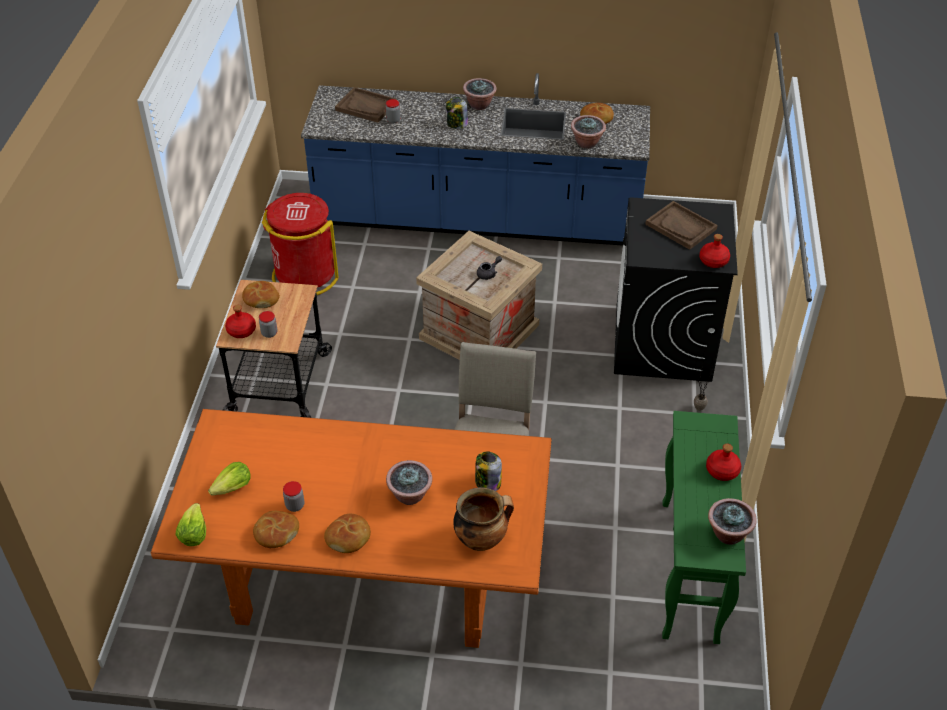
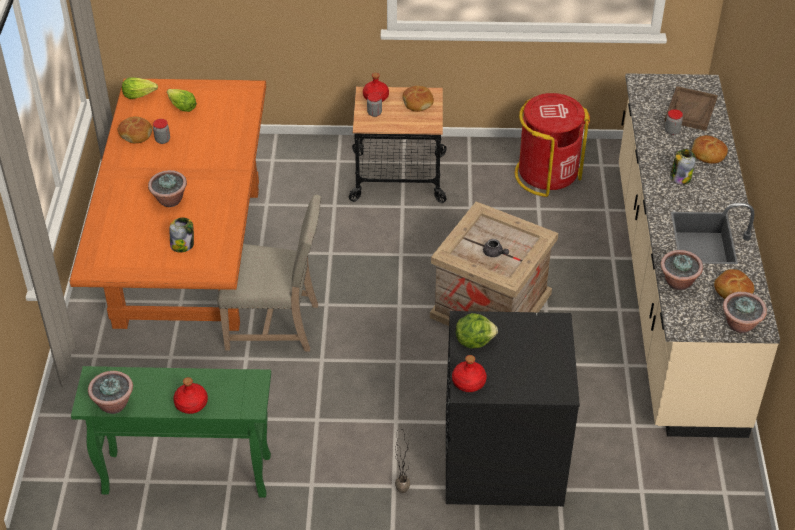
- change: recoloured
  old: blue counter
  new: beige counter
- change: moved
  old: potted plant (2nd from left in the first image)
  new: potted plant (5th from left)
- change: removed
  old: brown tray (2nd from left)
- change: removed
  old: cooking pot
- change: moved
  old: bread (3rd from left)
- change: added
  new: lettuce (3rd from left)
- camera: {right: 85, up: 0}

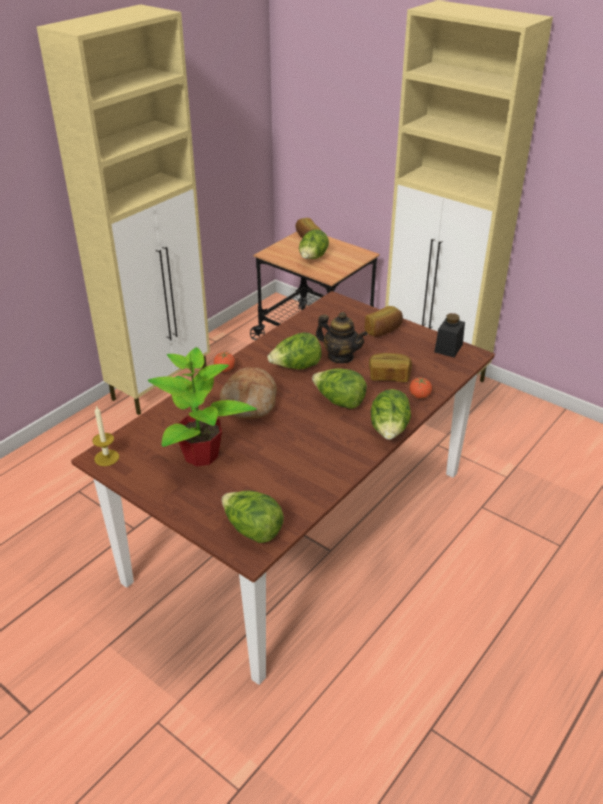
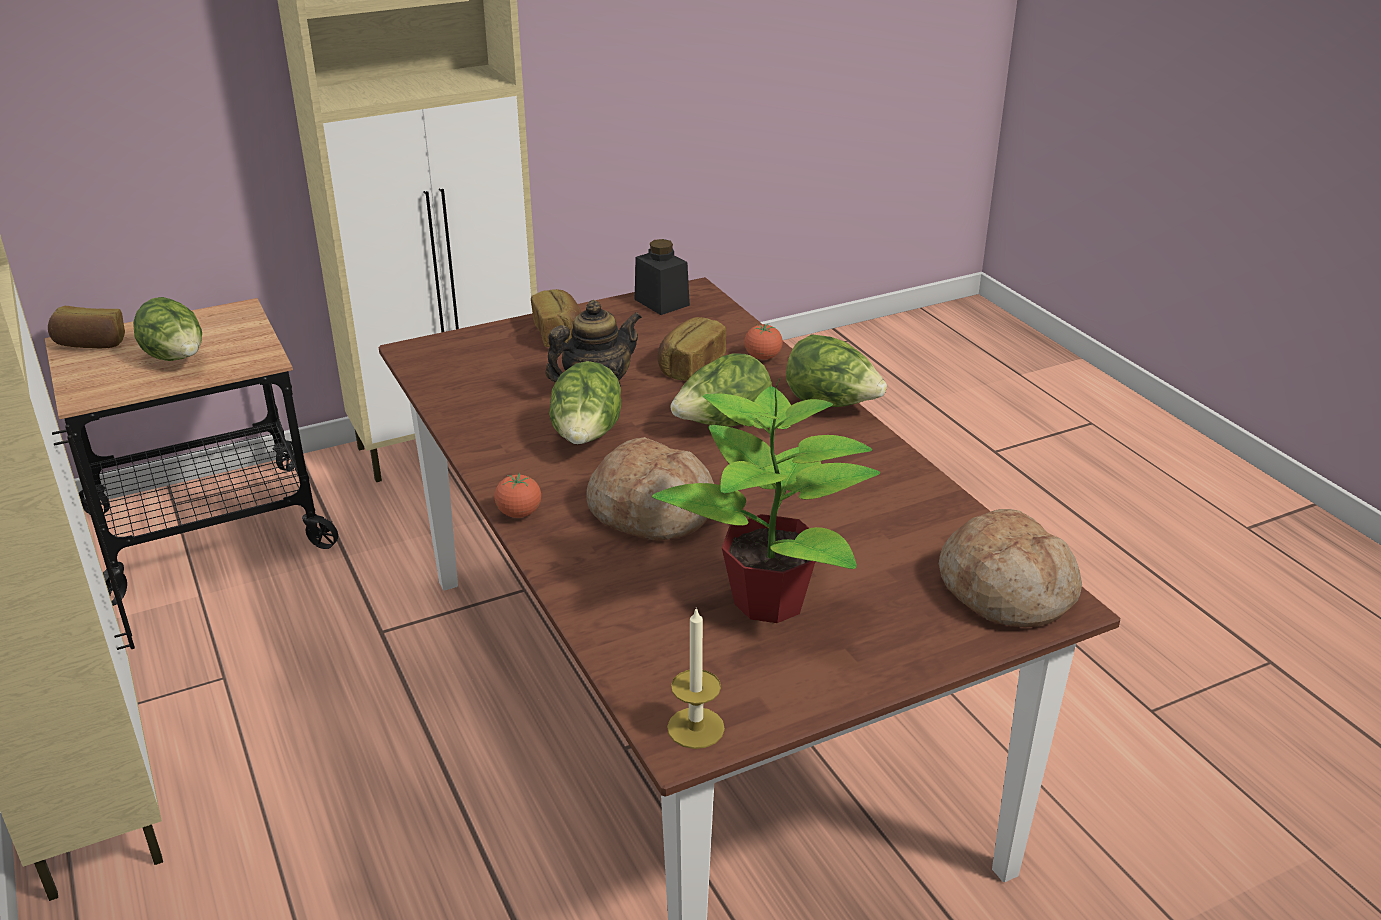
- change: replaced
  old: lettuce (1st from left)
  new: bread (5th from left)
- camera: {right: -65, up: -5}

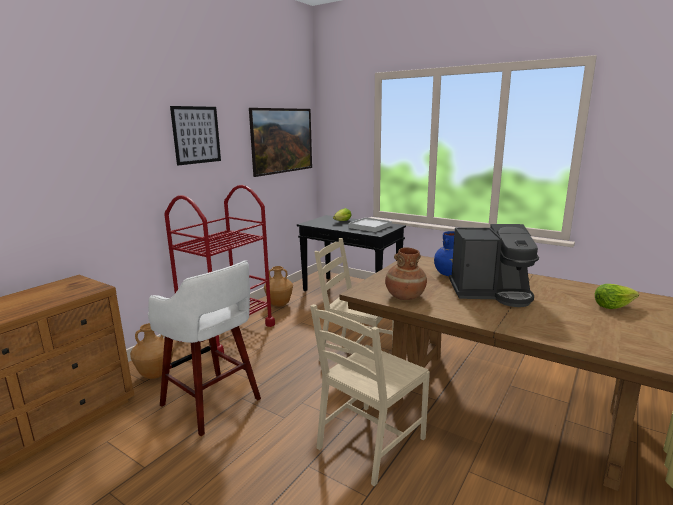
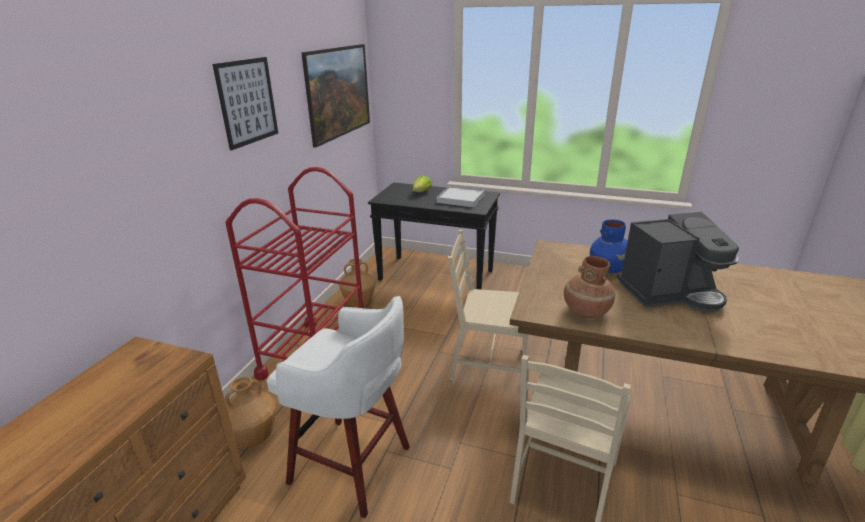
- change: removed
  old: lettuce (2nd from left)
- camera: {right: -15, up: 10}

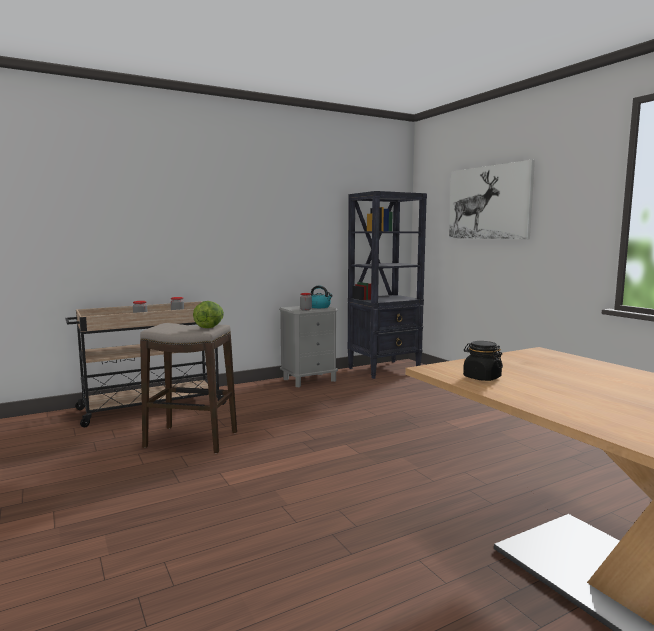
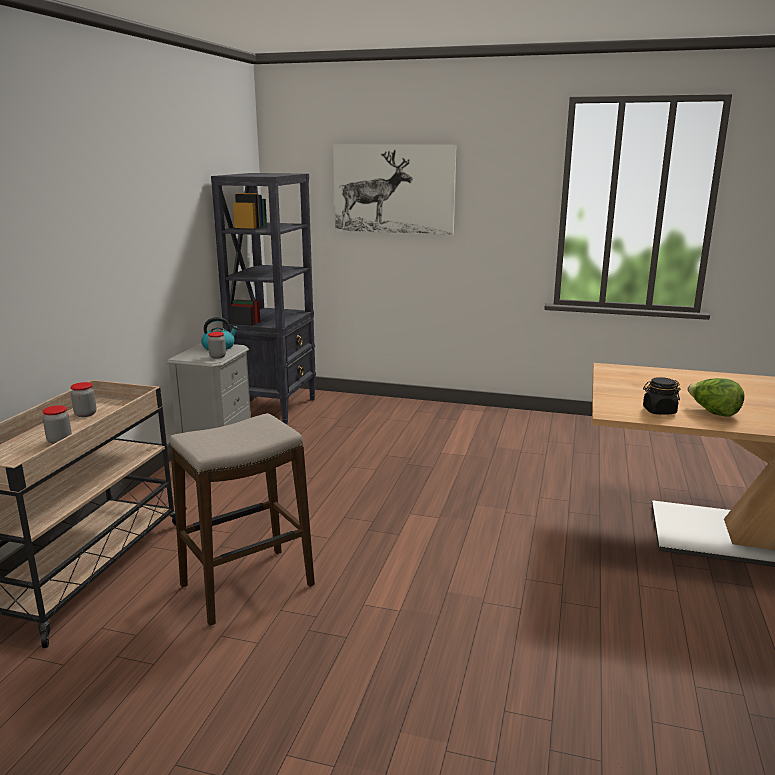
- change: moved
  old: lettuce
- camera: {right: -45, up: 10}

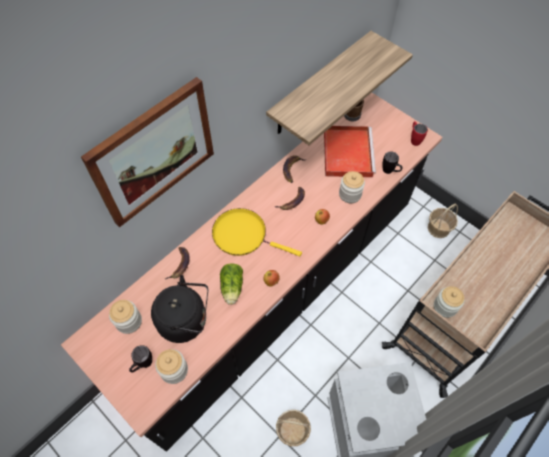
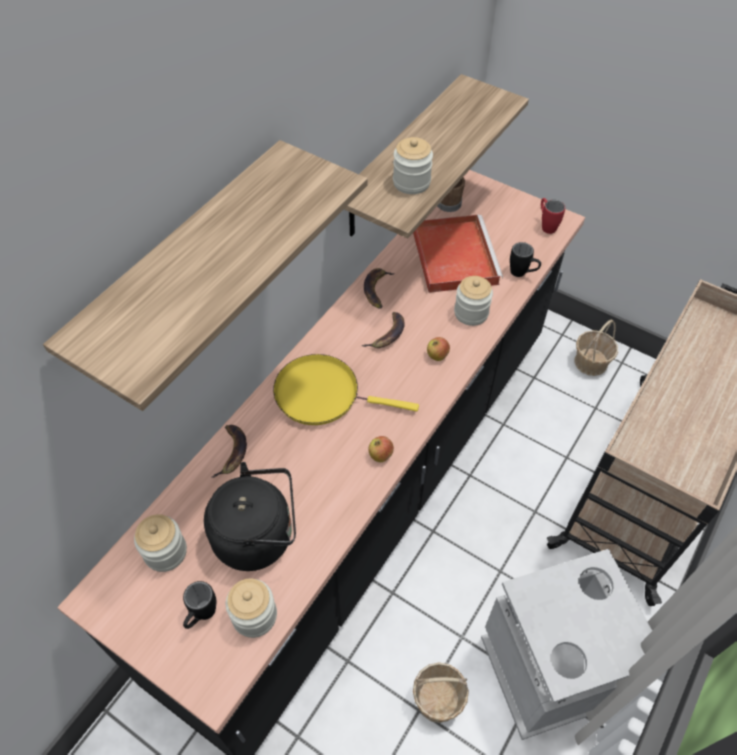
- change: replaced
  old: picture
  new: shelf (1st from left)
- change: removed
  old: lettuce
- change: moved
  old: jar (4th from left in the first image)
  new: jar (3rd from left)
- camera: {right: -10, up: -5}

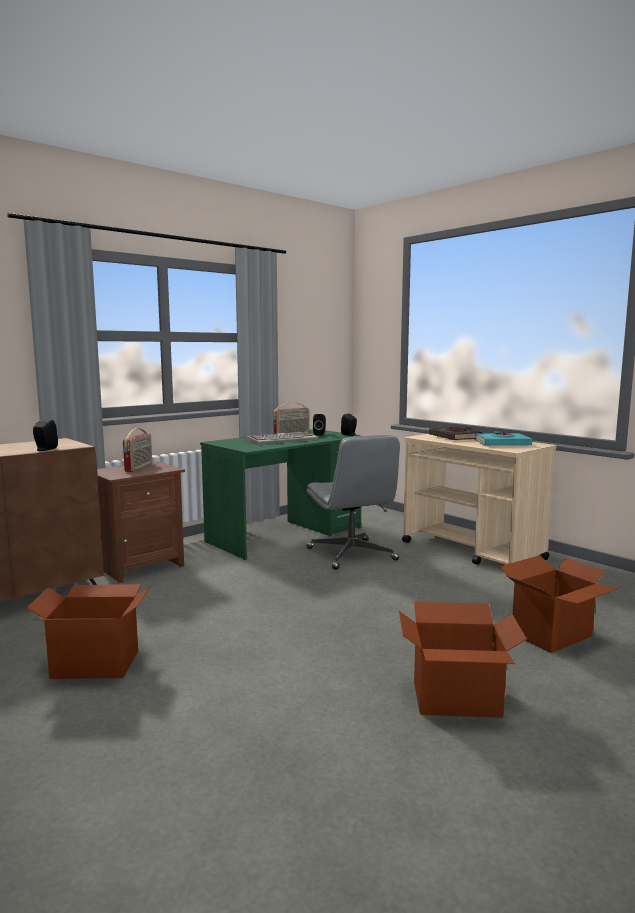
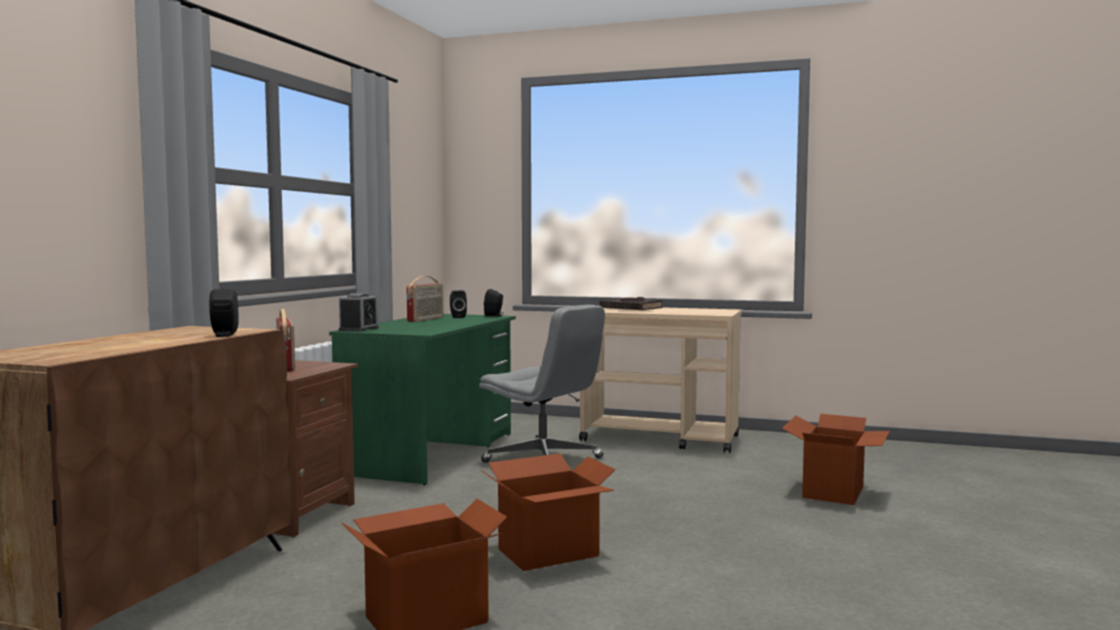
- change: removed
  old: keyboard
- change: removed
  old: turquoise book
- change: moved
  old: cardboard box (2nd from left)
- change: added
  new: alarm clock
- camera: {right: -30, up: -5}

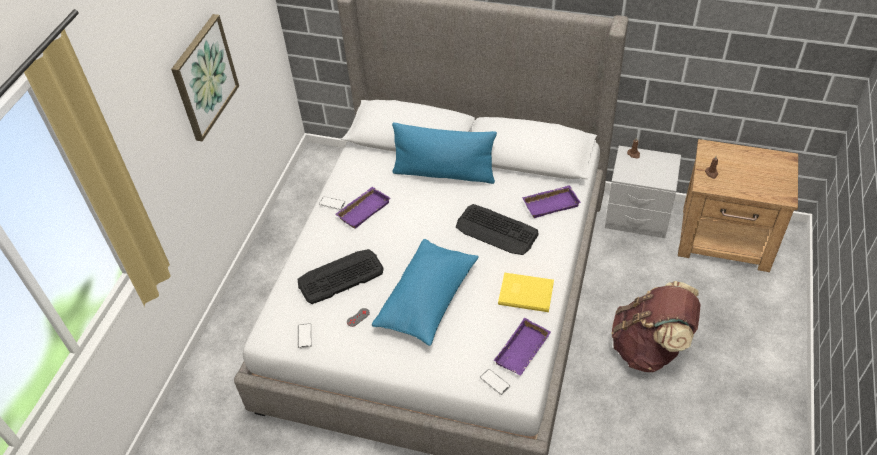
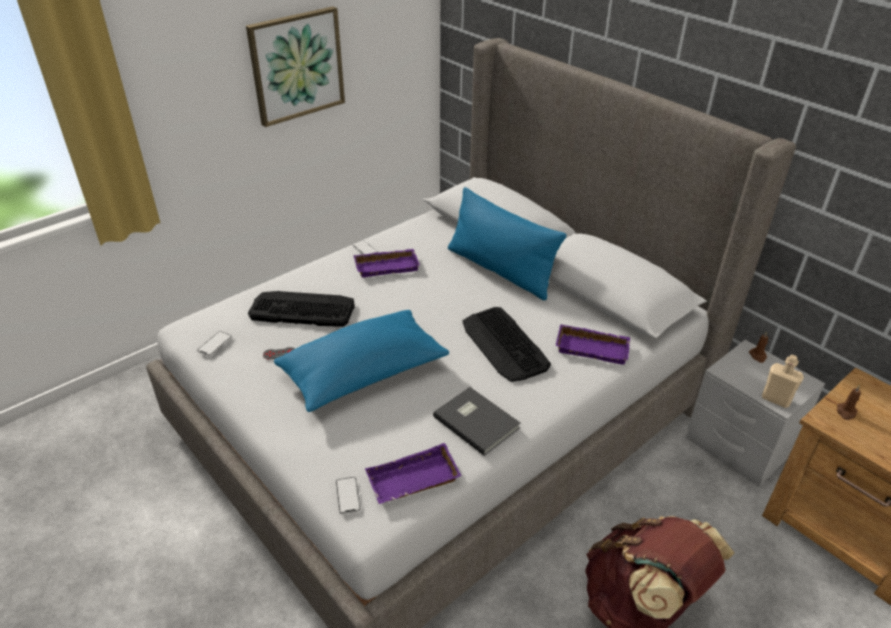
- change: recoloured
  old: yellow book
  new: grey book
- change: added
  new: beige bottle
- camera: {right: 30, up: -10}

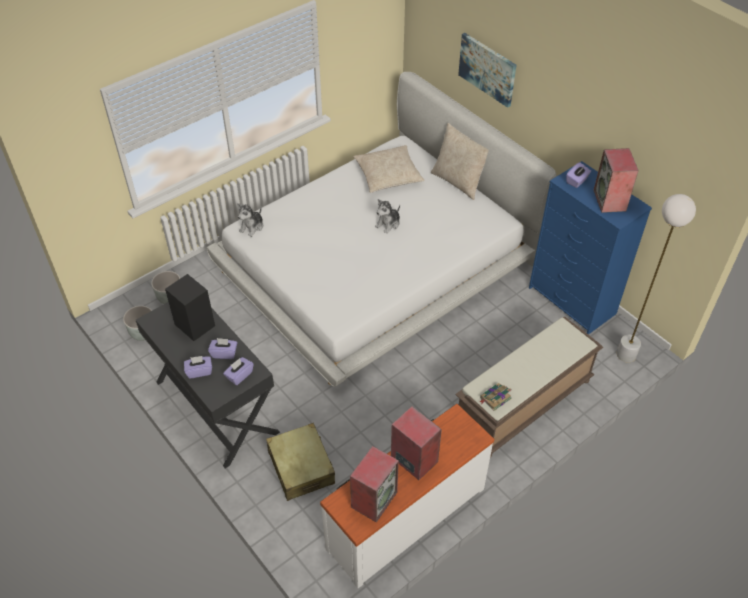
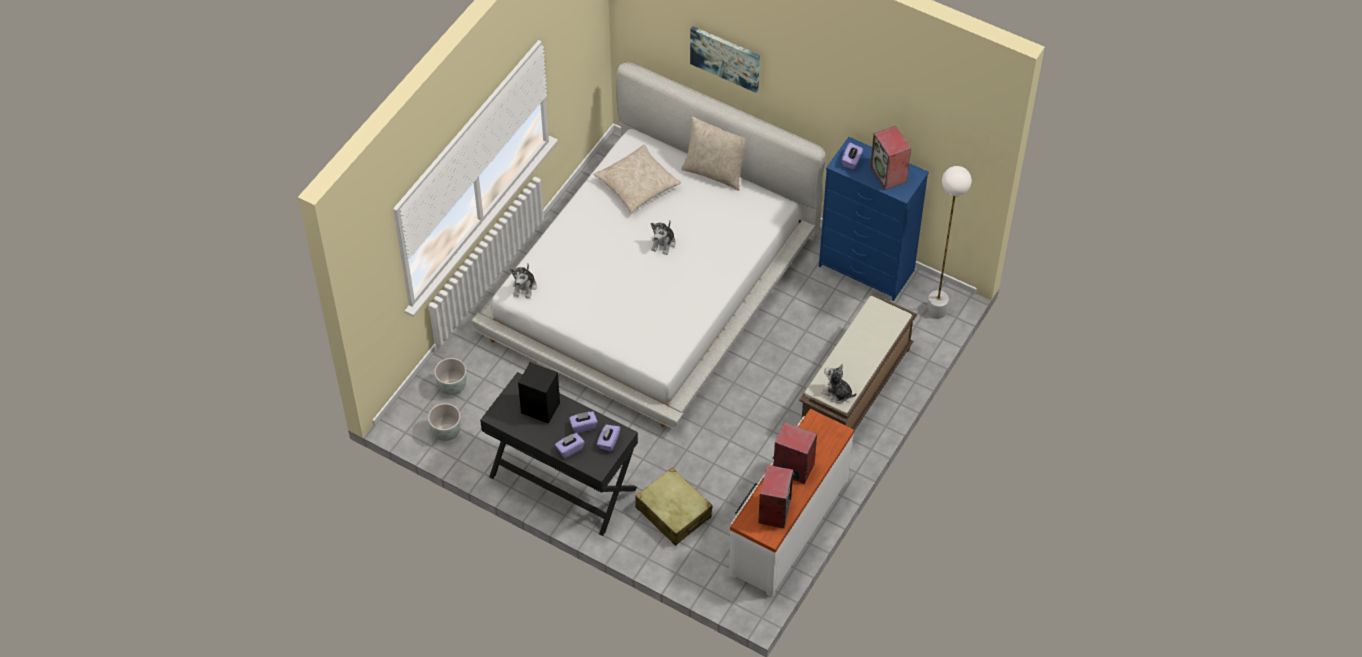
- change: replaced
  old: book
  new: plush toy (3rd from left)
- camera: {right: -20, up: 5}

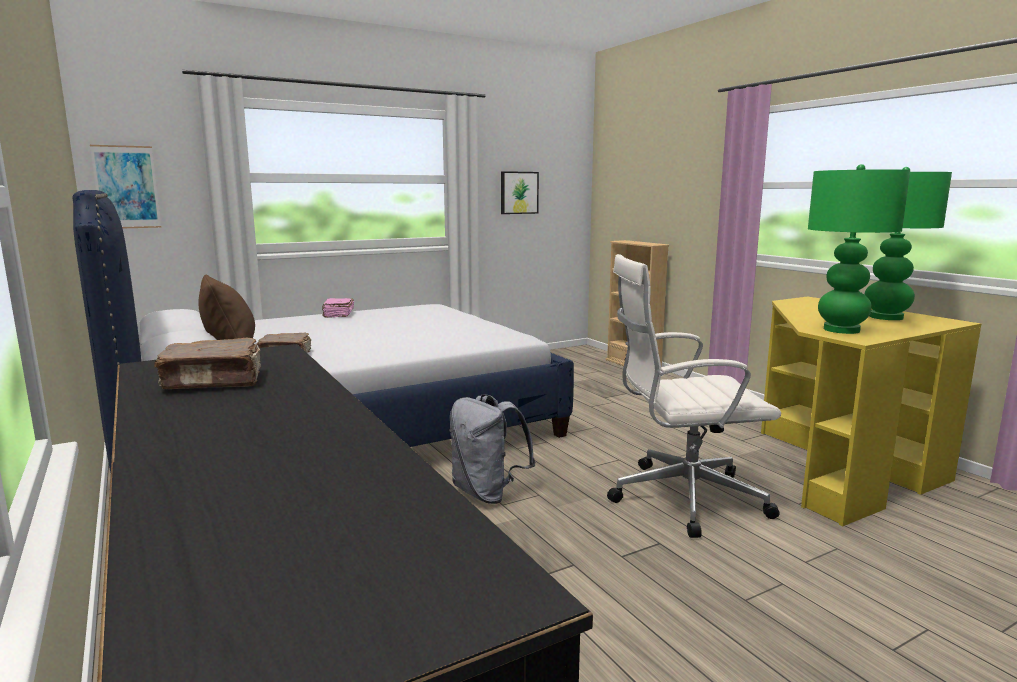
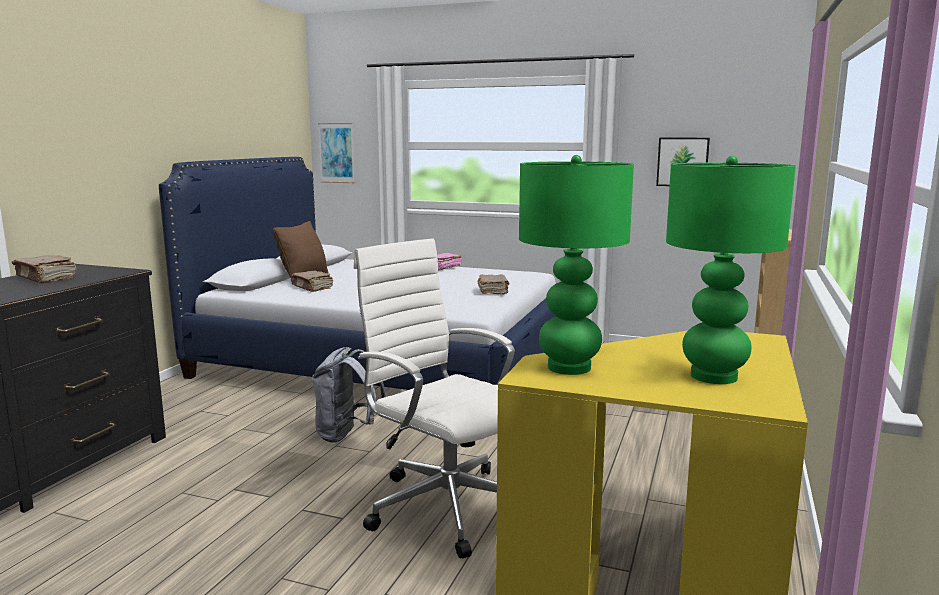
- change: added
  new: brown book (3rd from left)
- camera: {right: 50, up: 0}

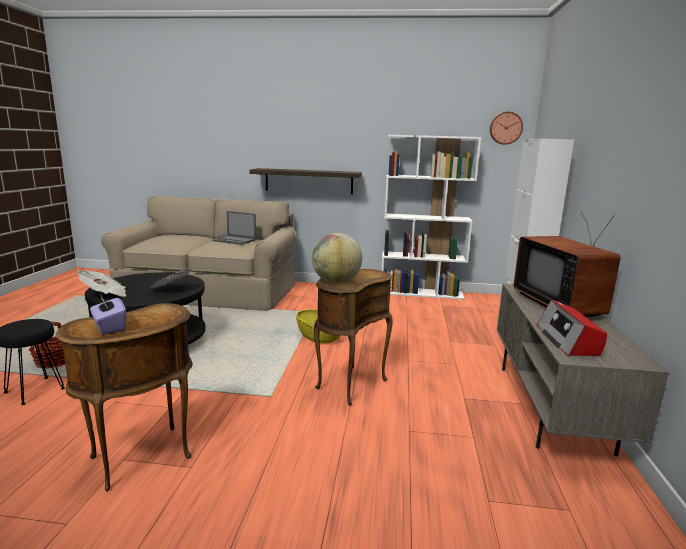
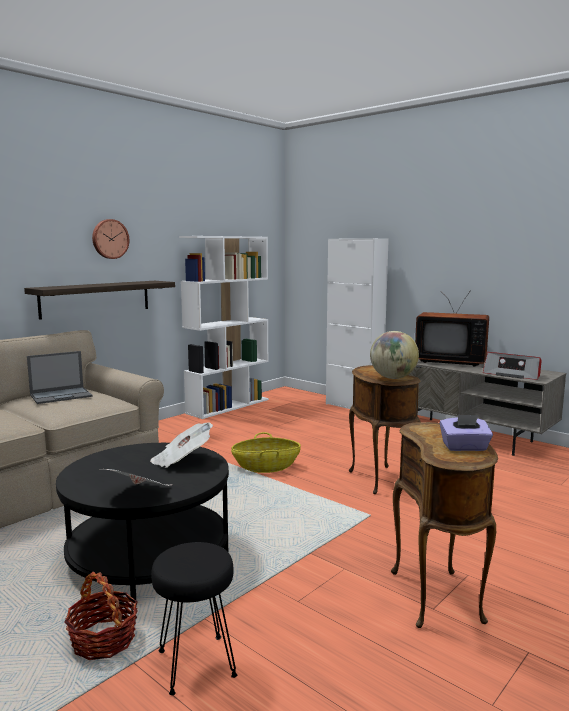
- change: moved
  old: wall clock
- camera: {right: -55, up: -5}

